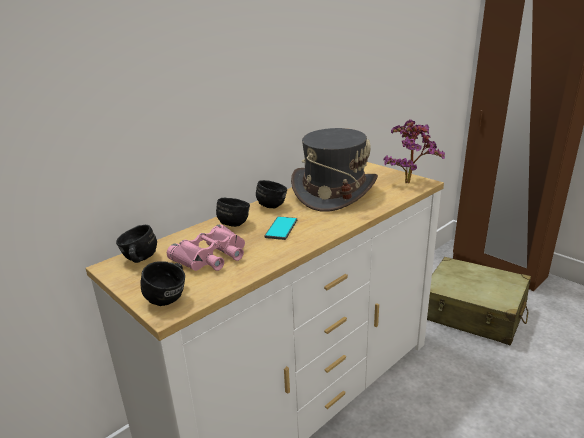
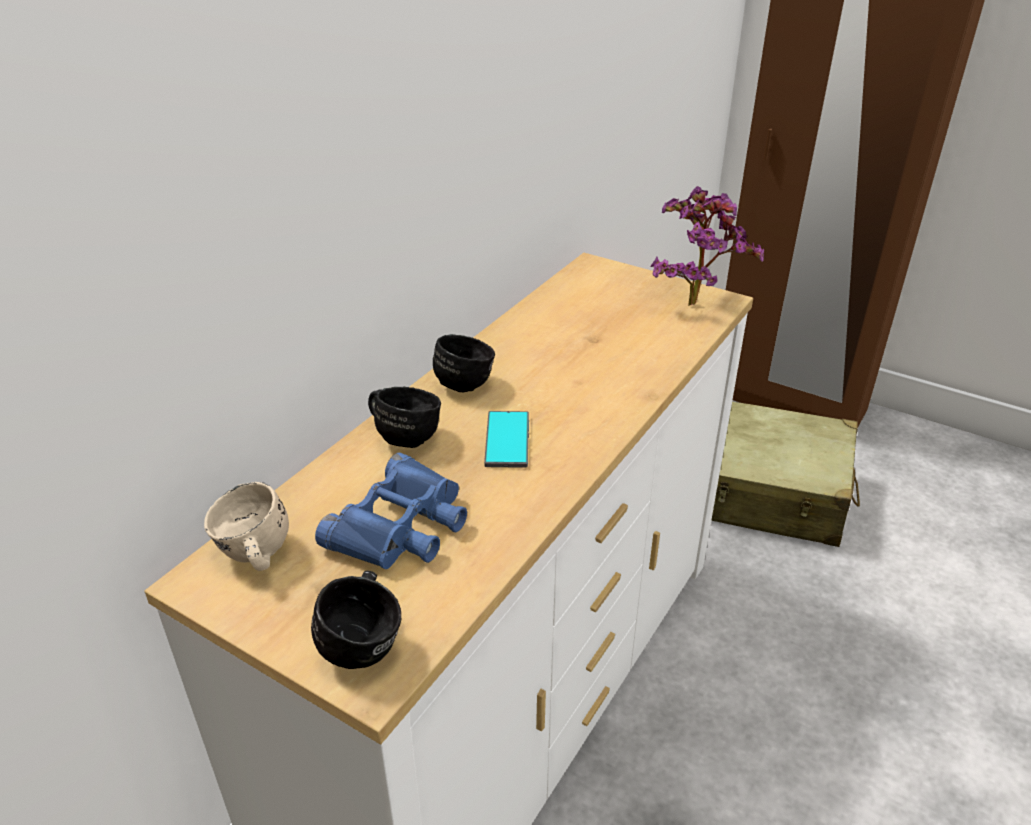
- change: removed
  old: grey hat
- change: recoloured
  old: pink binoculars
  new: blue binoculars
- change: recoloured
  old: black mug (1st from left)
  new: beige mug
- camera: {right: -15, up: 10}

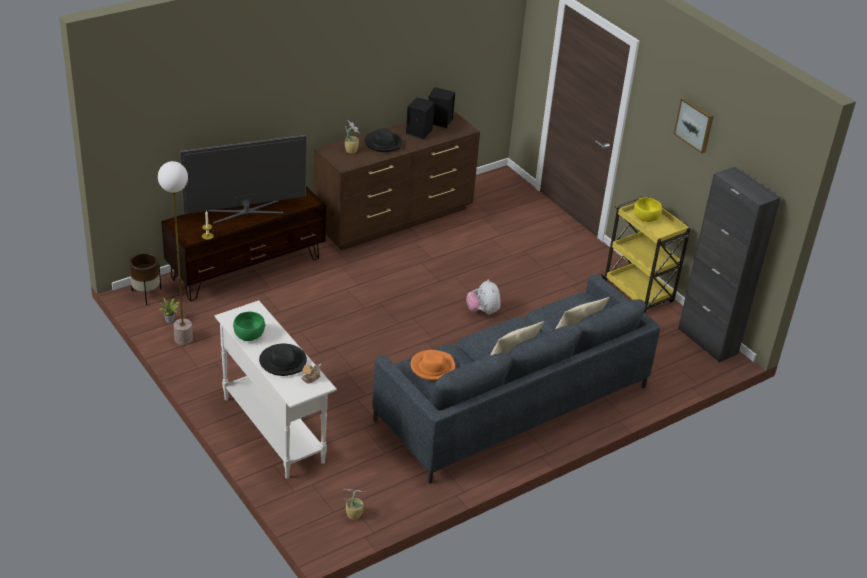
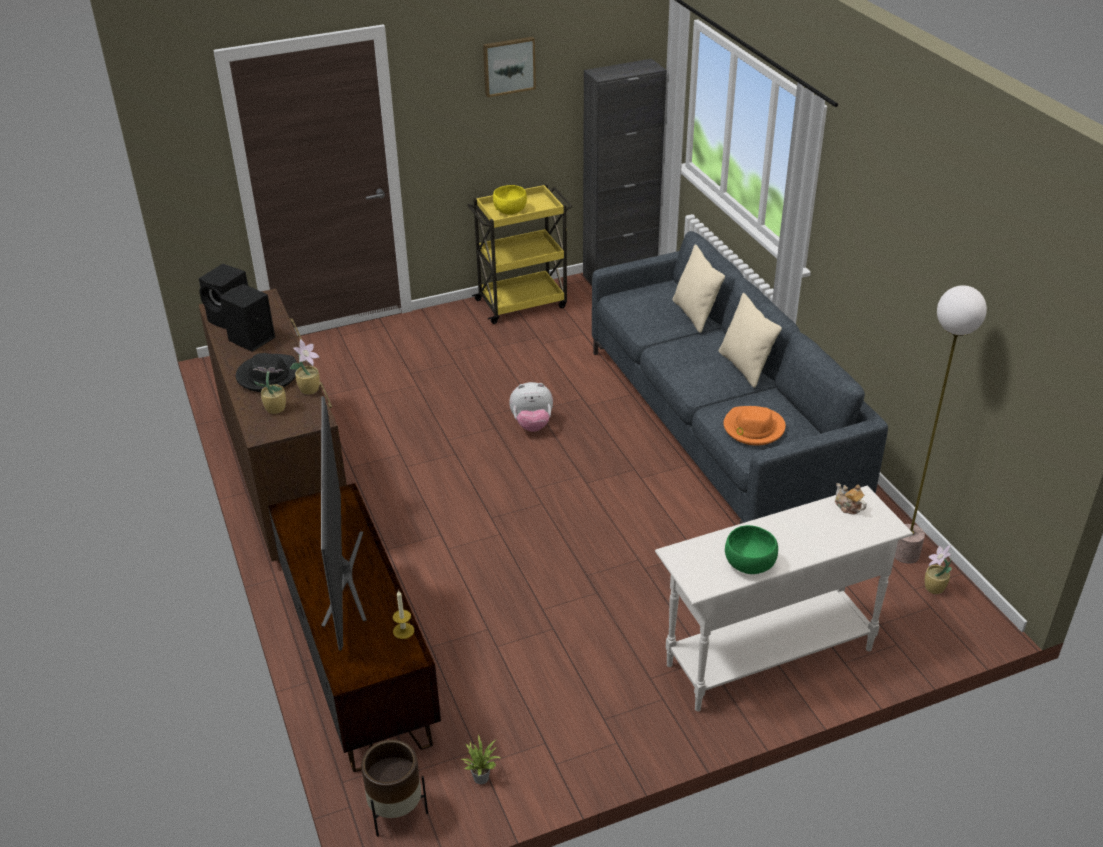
- change: moved
  old: floor lamp
- change: removed
  old: black hat (1st from left)
- change: added
  new: potted plant (2nd from left)
- camera: {right: -75, up: 0}

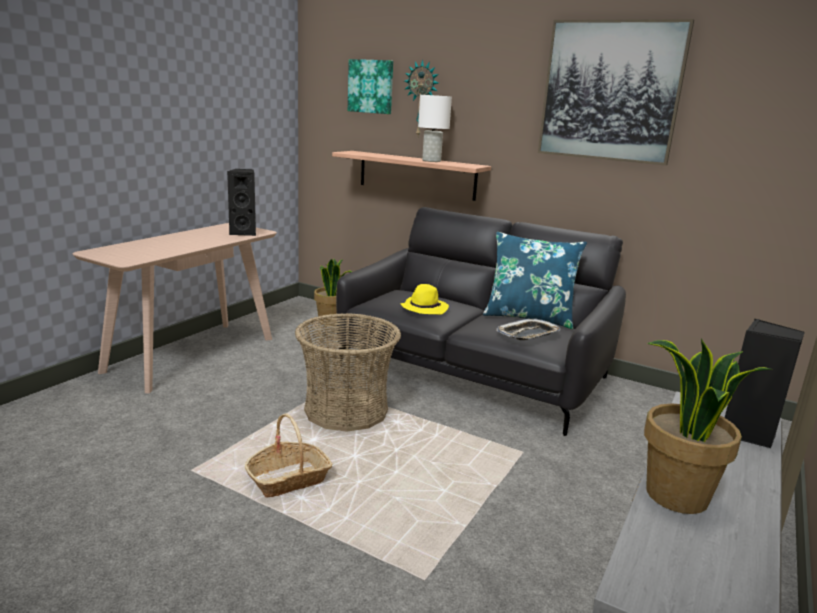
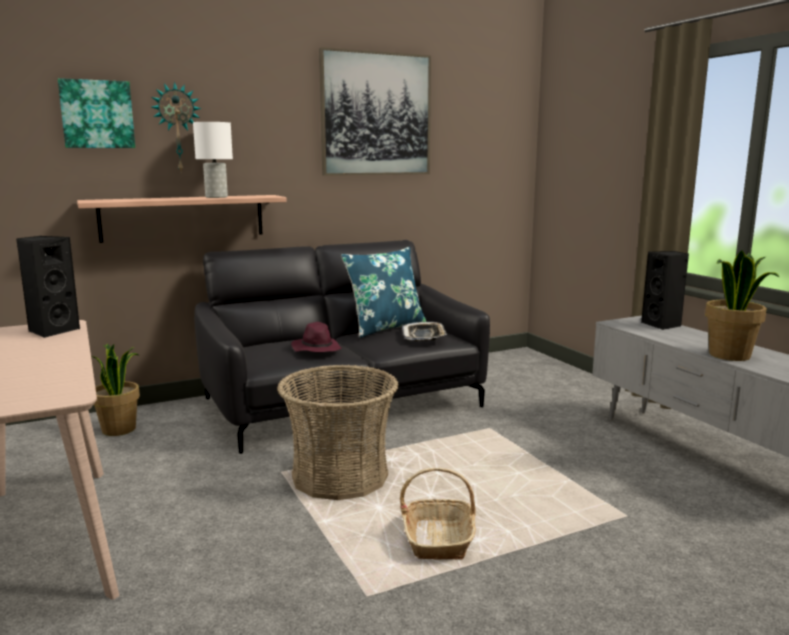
- change: recoloured
  old: yellow hat
  new: purple hat
- camera: {right: -55, up: -5}

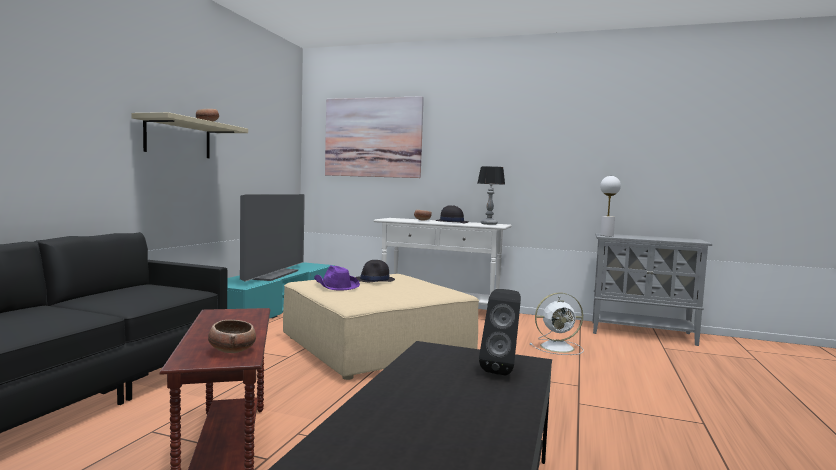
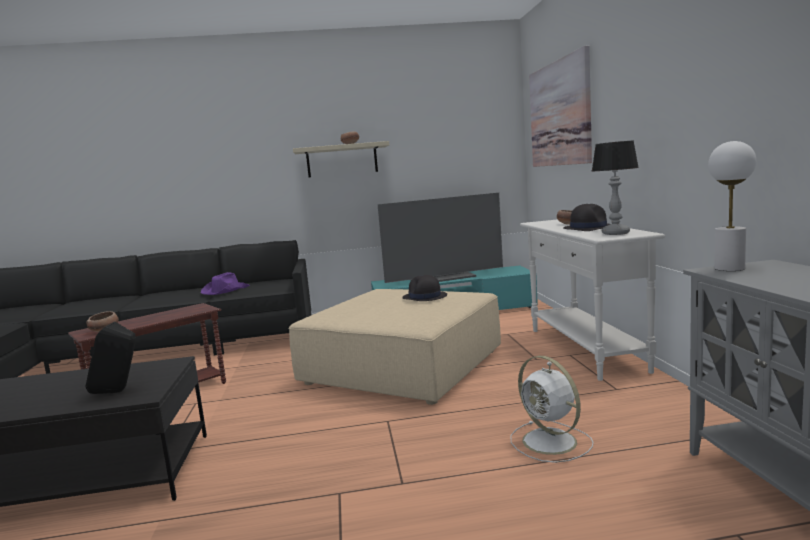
- change: moved
  old: purple hat
- camera: {right: 65, up: 5}

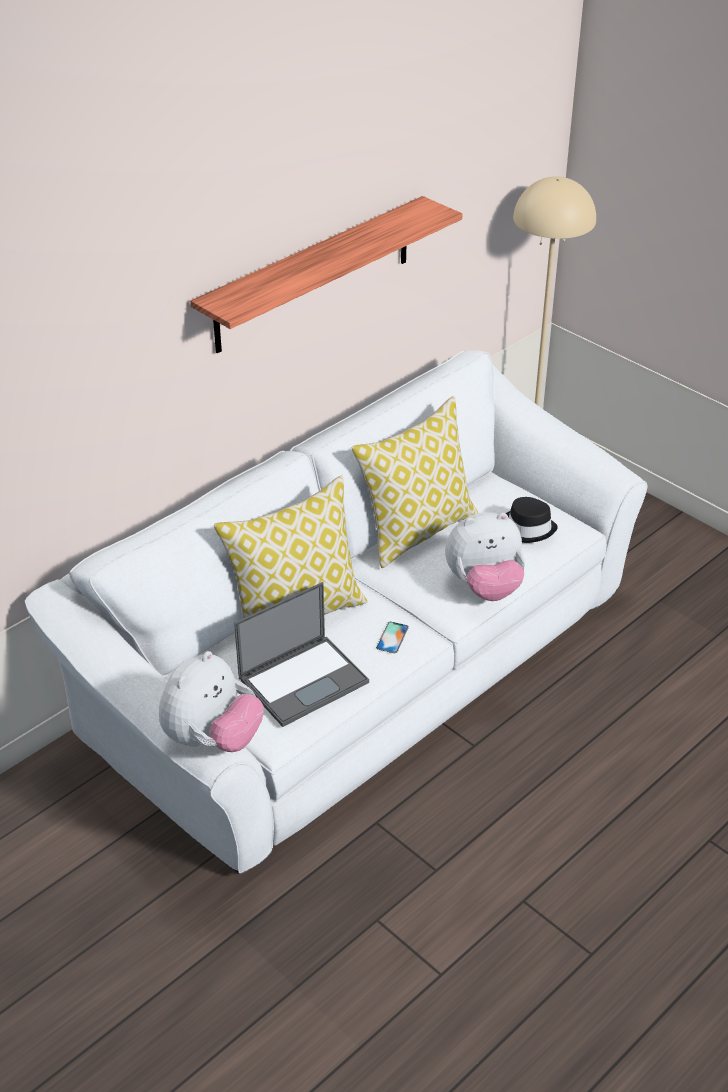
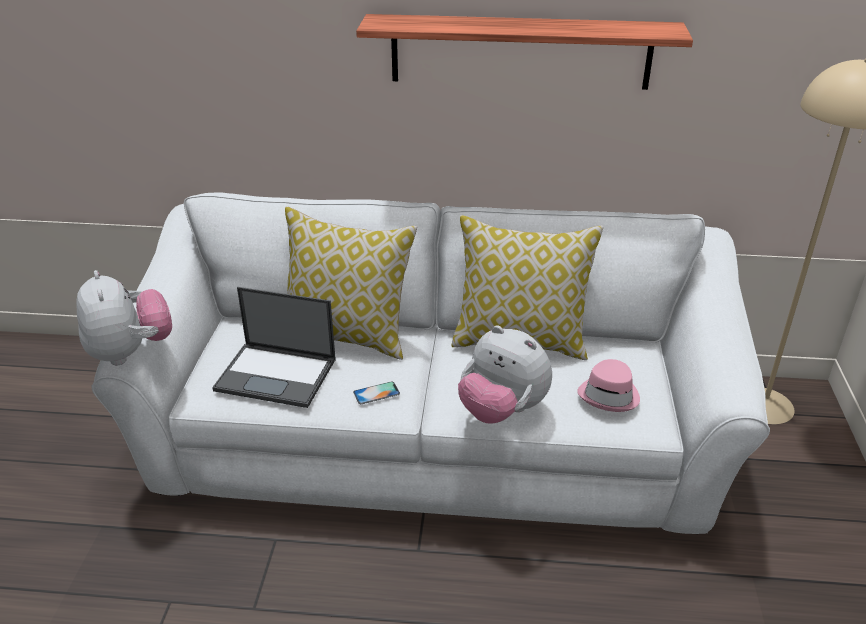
- change: recoloured
  old: black hat
  new: pink hat
- change: turned
  old: plush toy (1st from left)
  degrees: -105
- camera: {right: 50, up: -5}

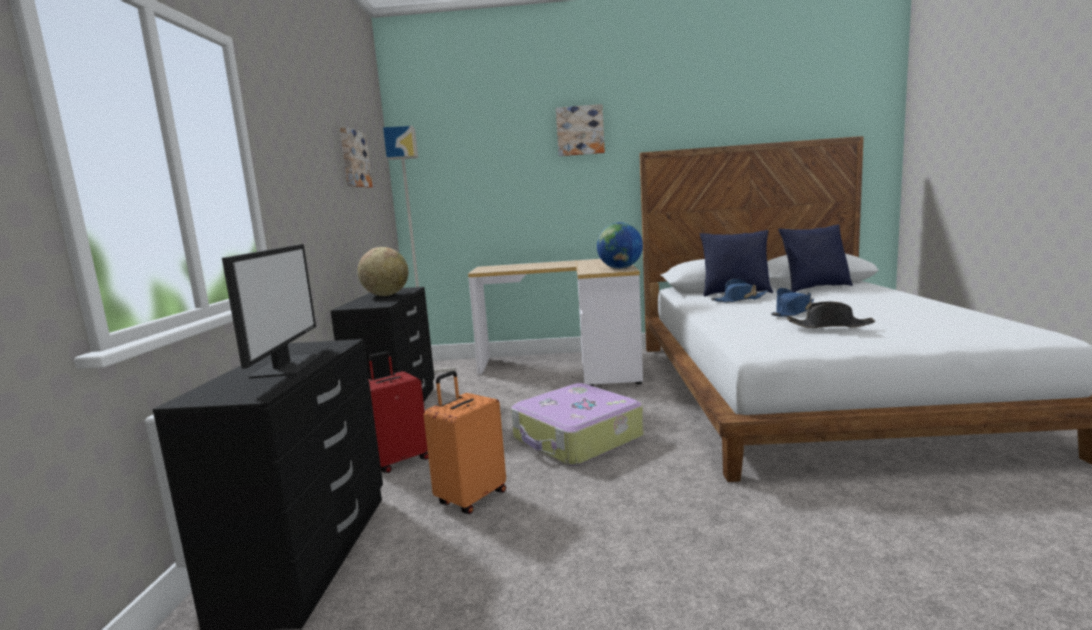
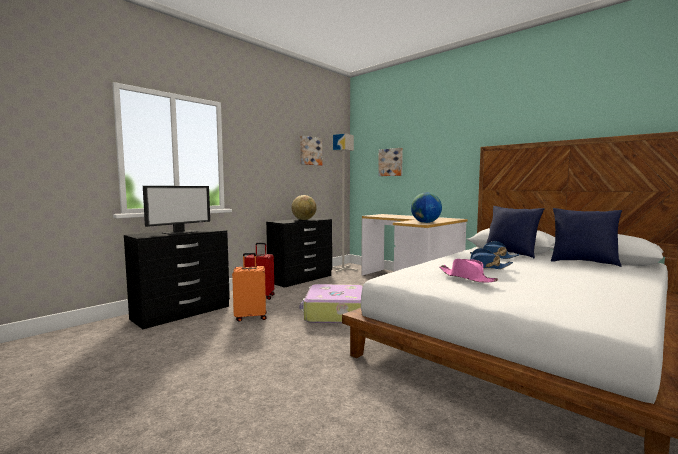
- change: moved
  old: picture (2nd from left)
- change: recoloured
  old: black hat
  new: pink hat
- camera: {right: 40, up: -5}

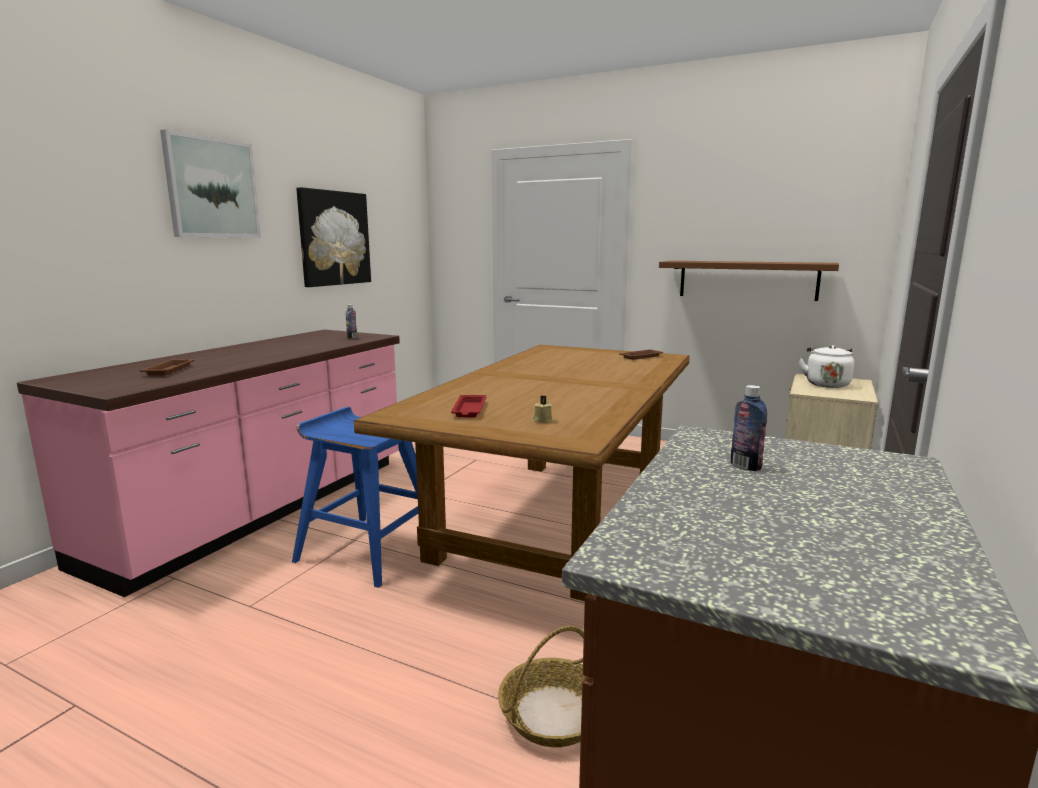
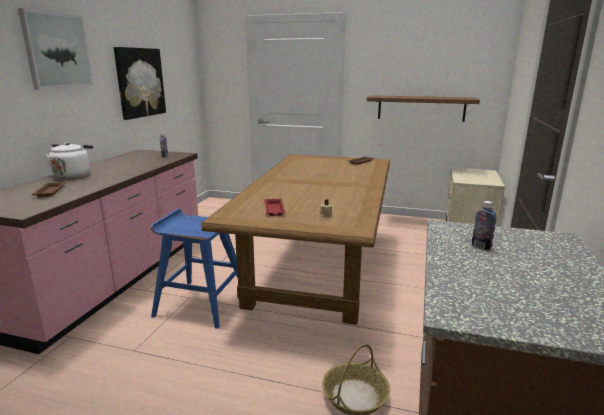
- change: moved
  old: white kettle
- camera: {right: -10, up: 5}

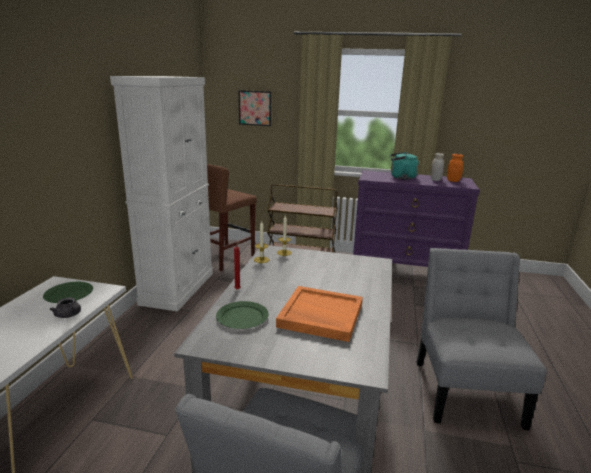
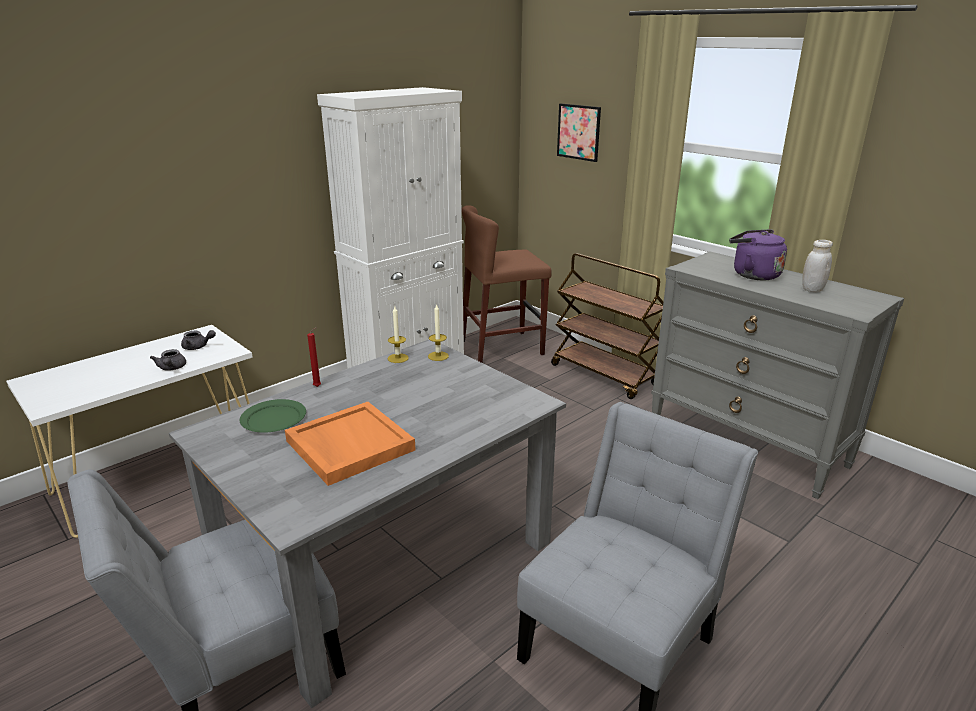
- change: recoloured
  old: turquoise kettle
  new: purple kettle
- change: removed
  old: orange jar
- change: recoloured
  old: purple dresser
  new: grey dresser
- change: replaced
  old: green plate (1st from left)
  new: grey teapot (2nd from left)
- camera: {right: 35, up: 5}

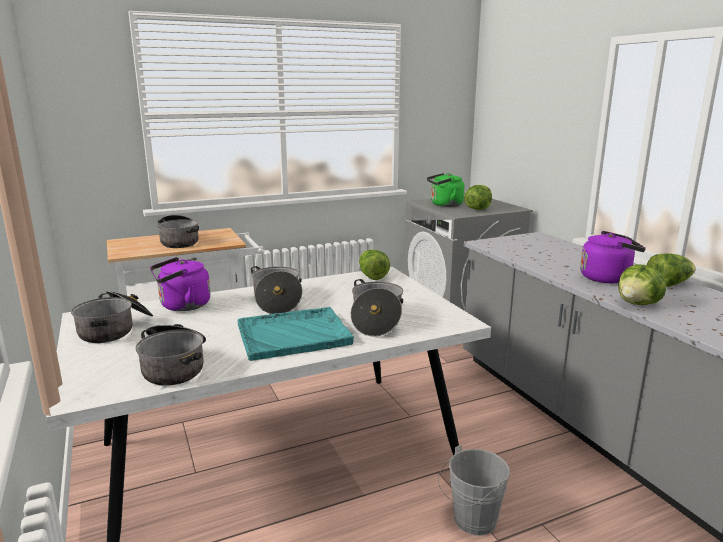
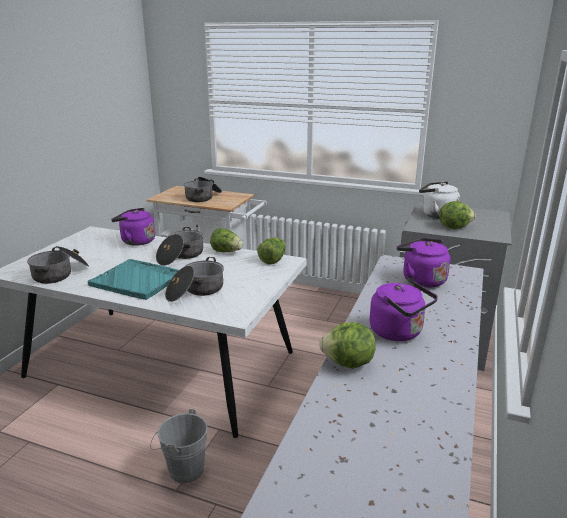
- change: recoloured
  old: green kettle
  new: white kettle
- change: moved
  old: lettuce (4th from left in the first image)
  new: lettuce (1st from left)
- change: removed
  old: cooking pot (1st from left)
- change: added
  new: purple kettle (3rd from left)
- camera: {right: 45, up: 5}

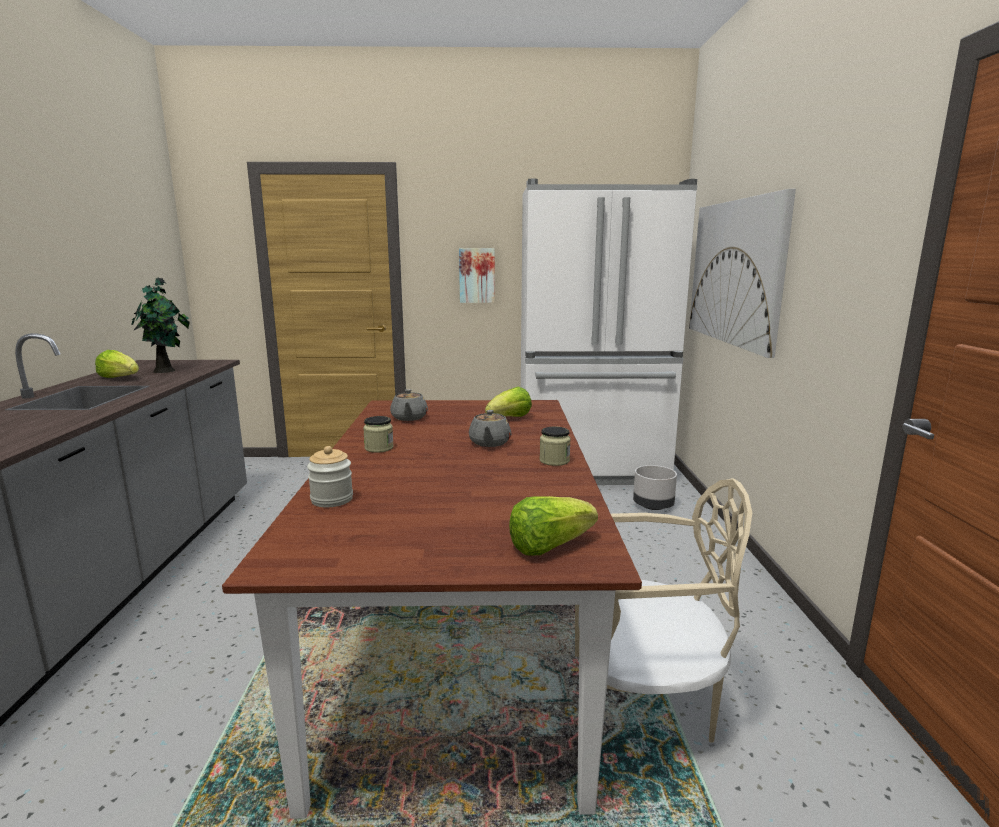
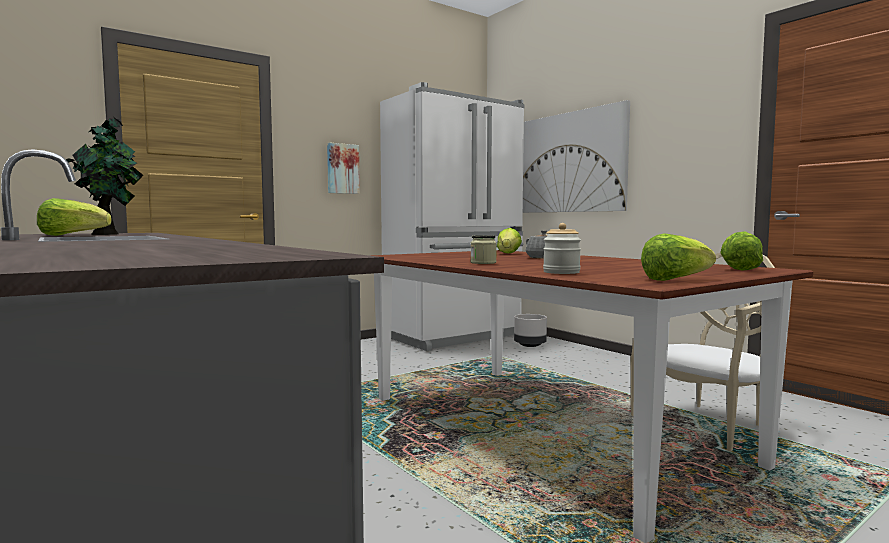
- change: removed
  old: grey teapot (1st from left)
- change: removed
  old: jar (3rd from left)
- change: added
  new: lettuce (3rd from left)
- camera: {right: -35, up: -10}

